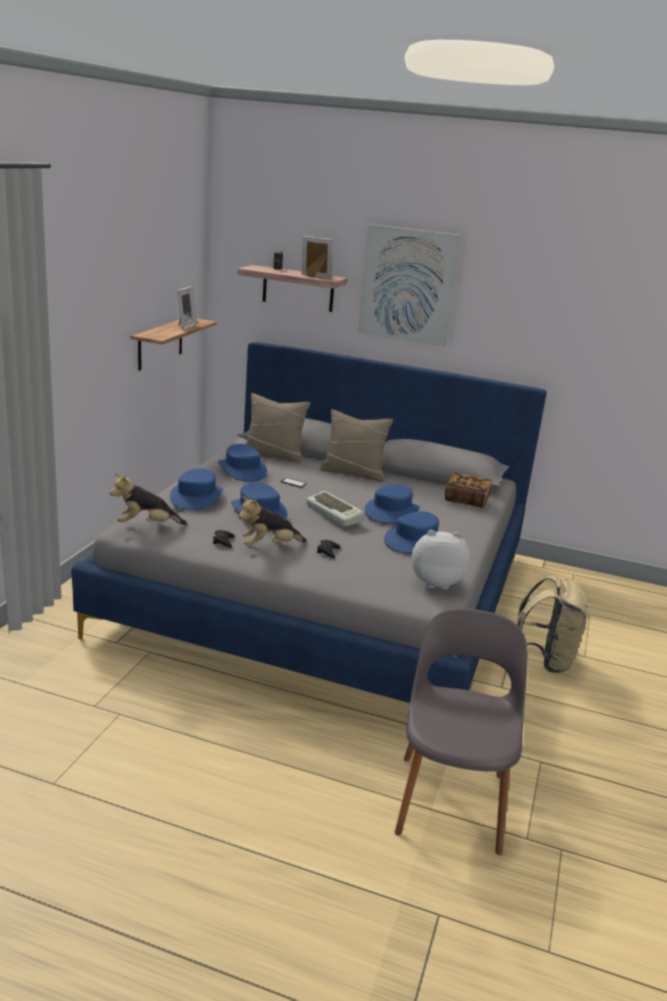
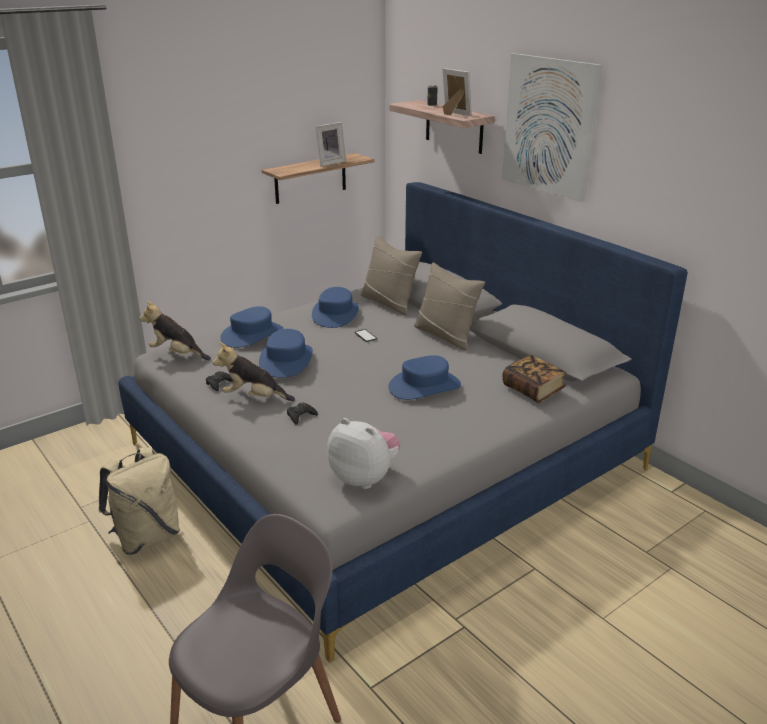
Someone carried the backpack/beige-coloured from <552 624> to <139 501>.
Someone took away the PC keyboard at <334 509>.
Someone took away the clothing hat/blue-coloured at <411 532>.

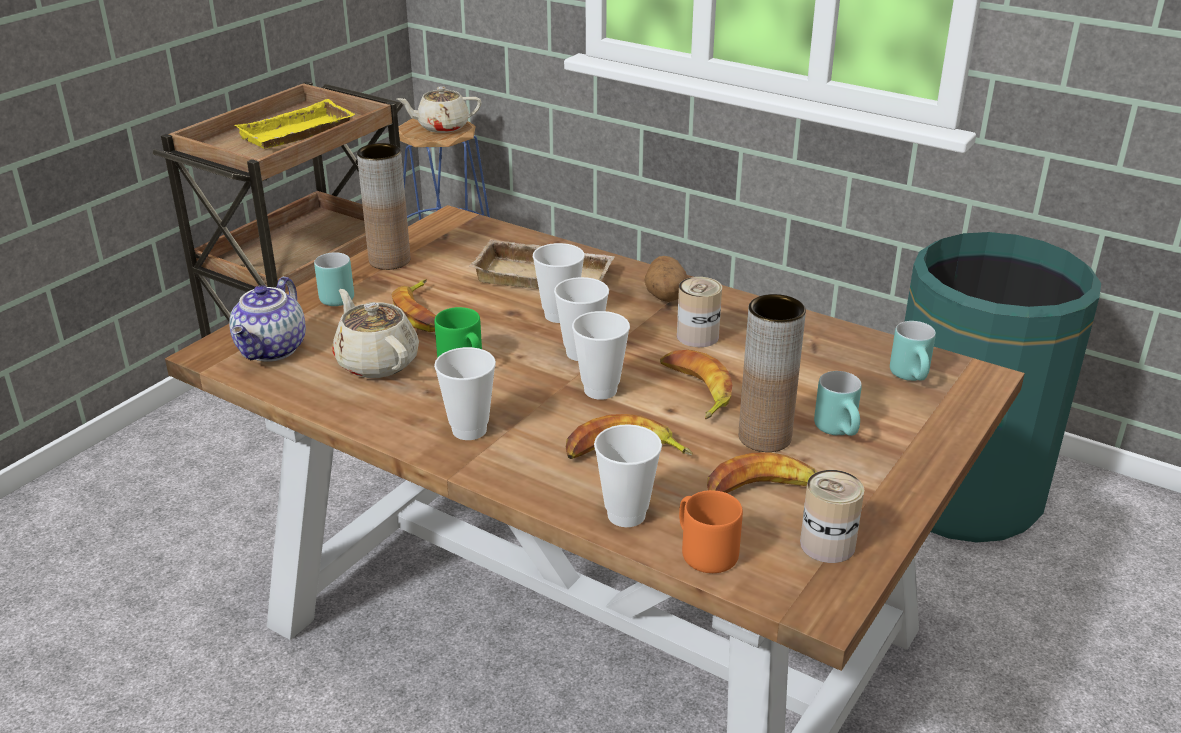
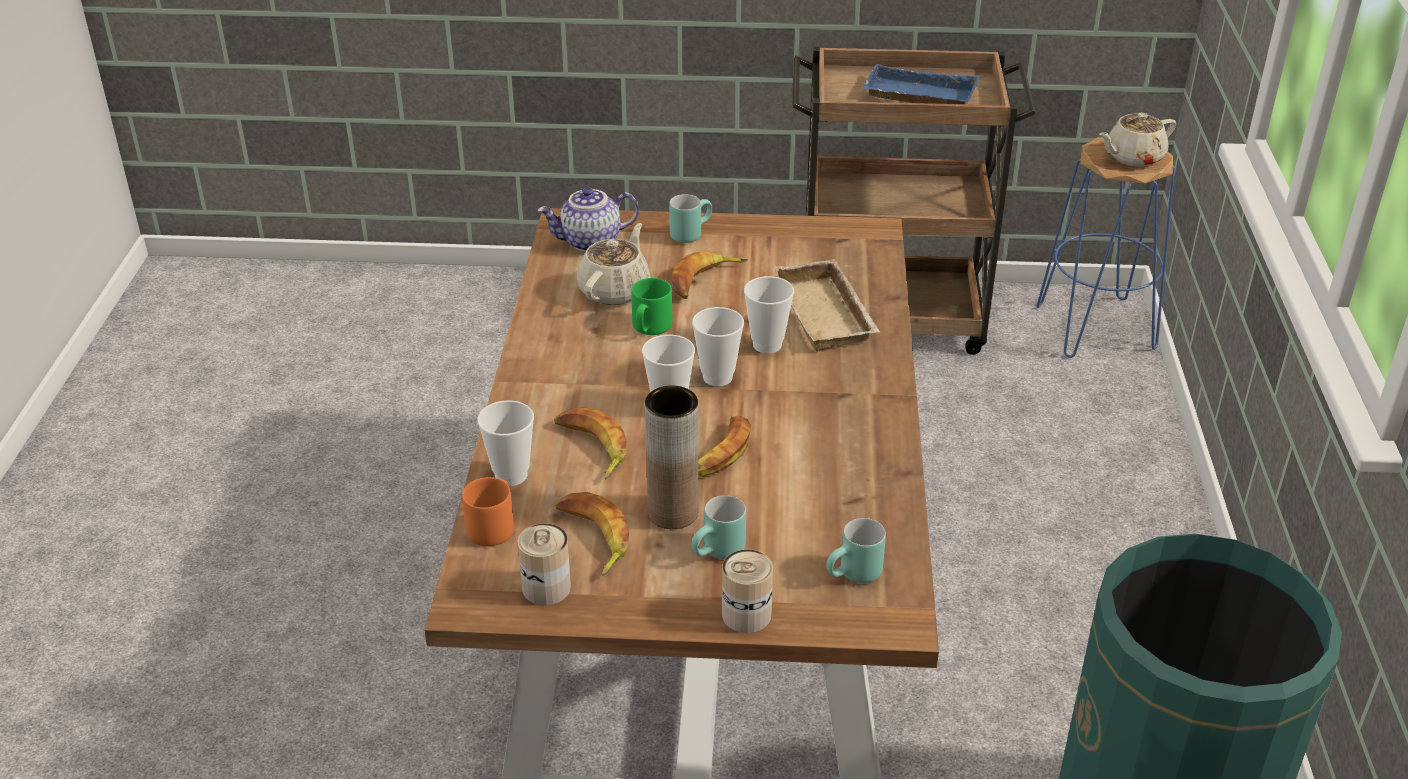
Someone carried the metal can from <699 312> to <747 591>.
Someone repainted the tray/yellow at <295 124>, which became the tray/blue-coloured at <921 84>.
Someone rotated the teapot/beige-coloured at <439 109> by 75 degrees counterclockwise.
Someone took away the decorative vase/brown-coloured at <383 206>.
Someone took away the drinking cup at <465 393>.
Someone took away the potato at <666 279>.

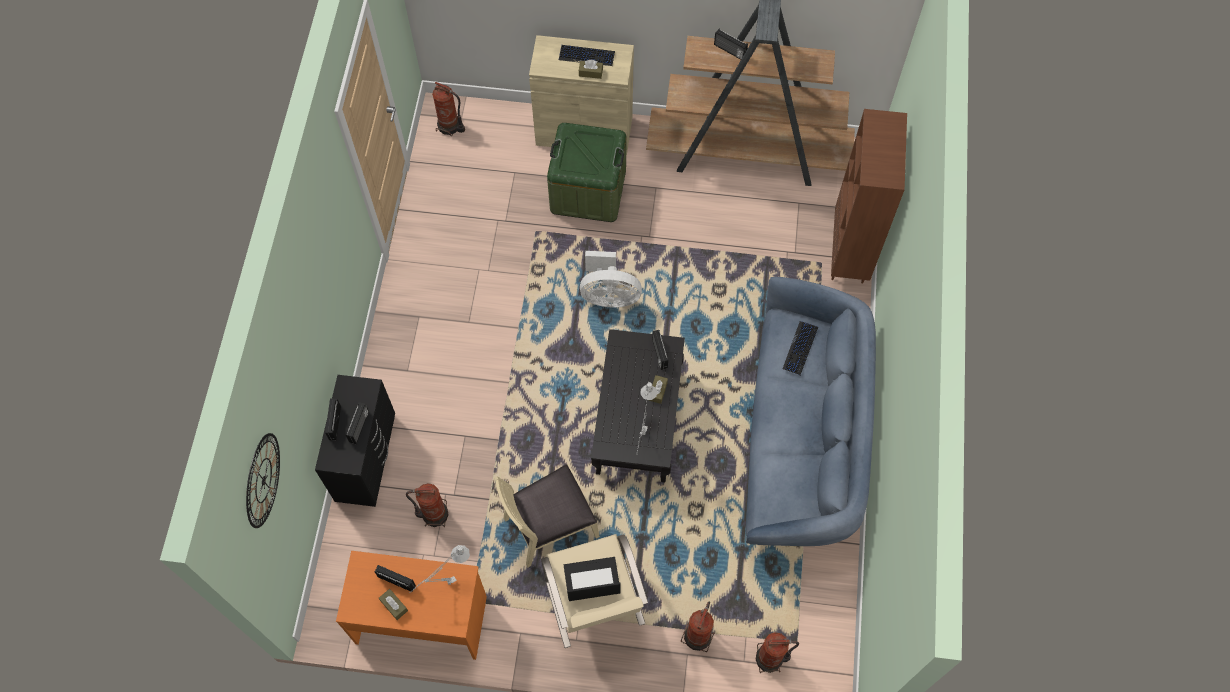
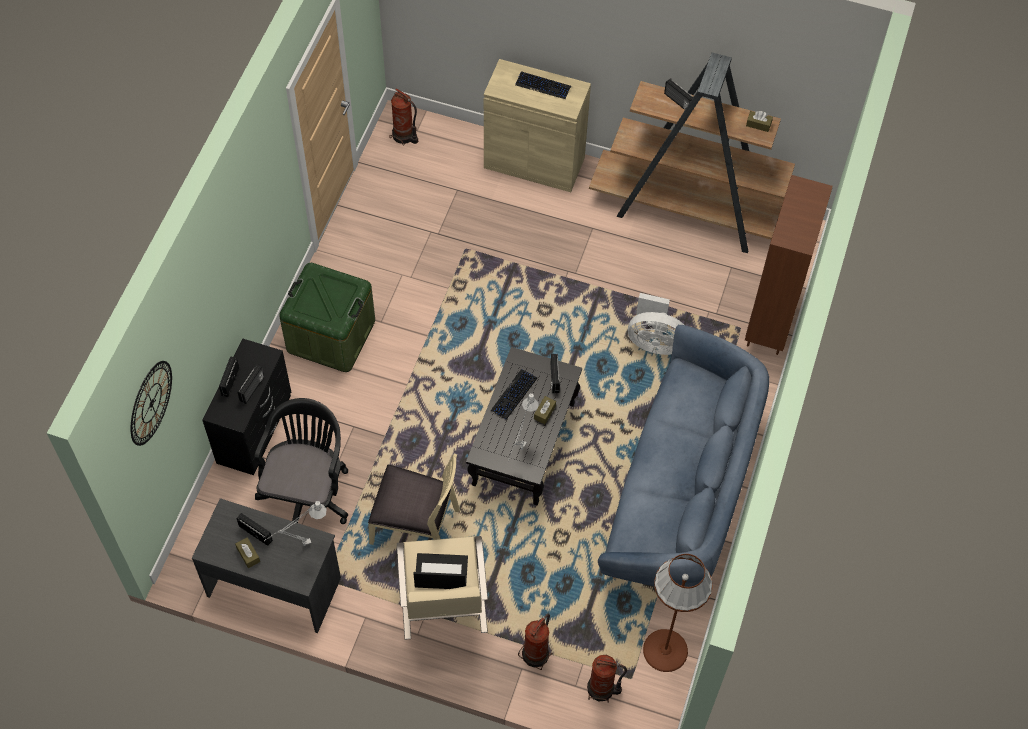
Someone repainted the desk/orange-coloured at <411 605>, which became the desk/greyish at <266 565>.
Someone swapped the fire extinguisher at <427 505> for the computer chair/black-coloured at <301 461>.
Someone carried the storage bin/green from <587 172> to <327 317>.
Someone rotated the chair/beige-coloured at <547 516> by 150 degrees counterclockwise.
Someone carried the PC keyboard from <800 348> to <514 394>.
Someone carried the fan/whitish from <611 279> to <656 324>.
Someone put down the standard lamp/brown-coloured at <678 613>.
Someone carried the tissue box/brown-coloured from <591 69> to <759 121>.

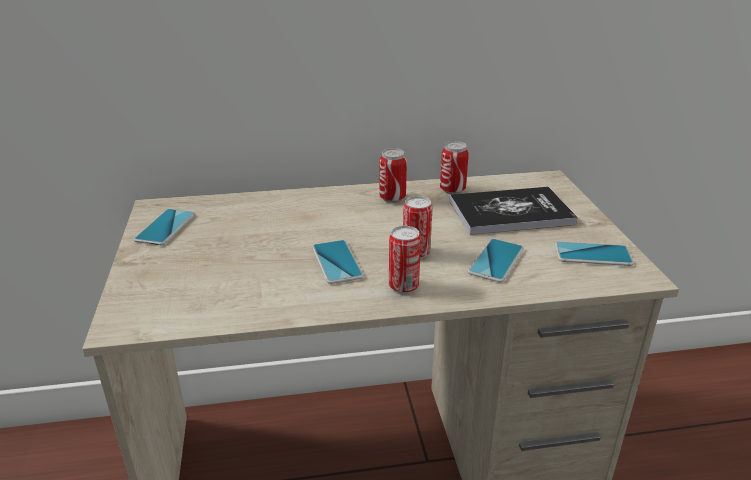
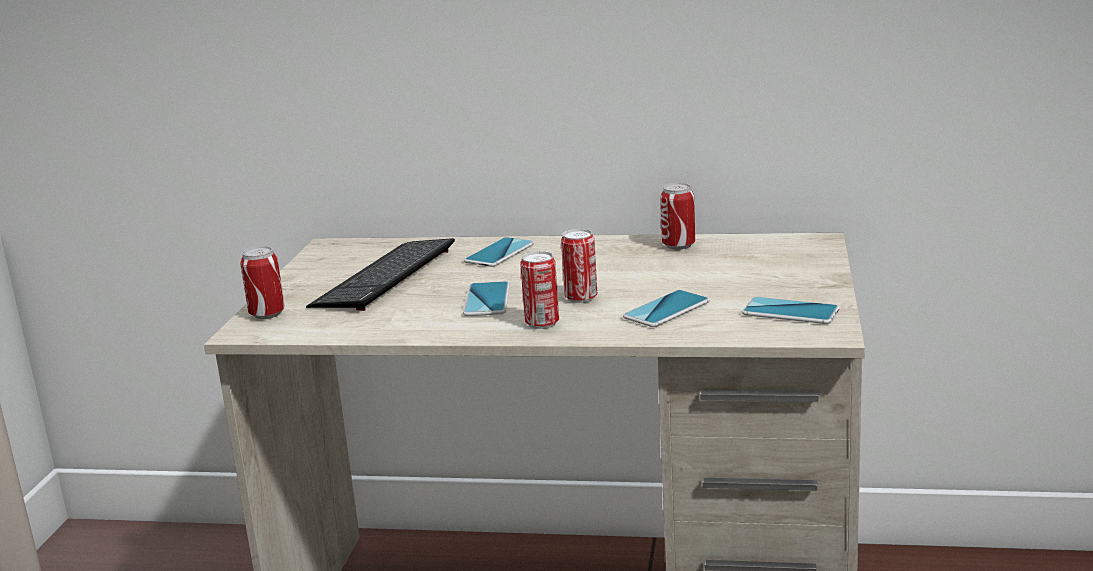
Someone carried the metal can from <393 175> to <262 282>.
Someone put down the PC keyboard at <380 274>.
Someone carried the handset from <164 227> to <499 252>.
Someone took away the volume at <514 211>.

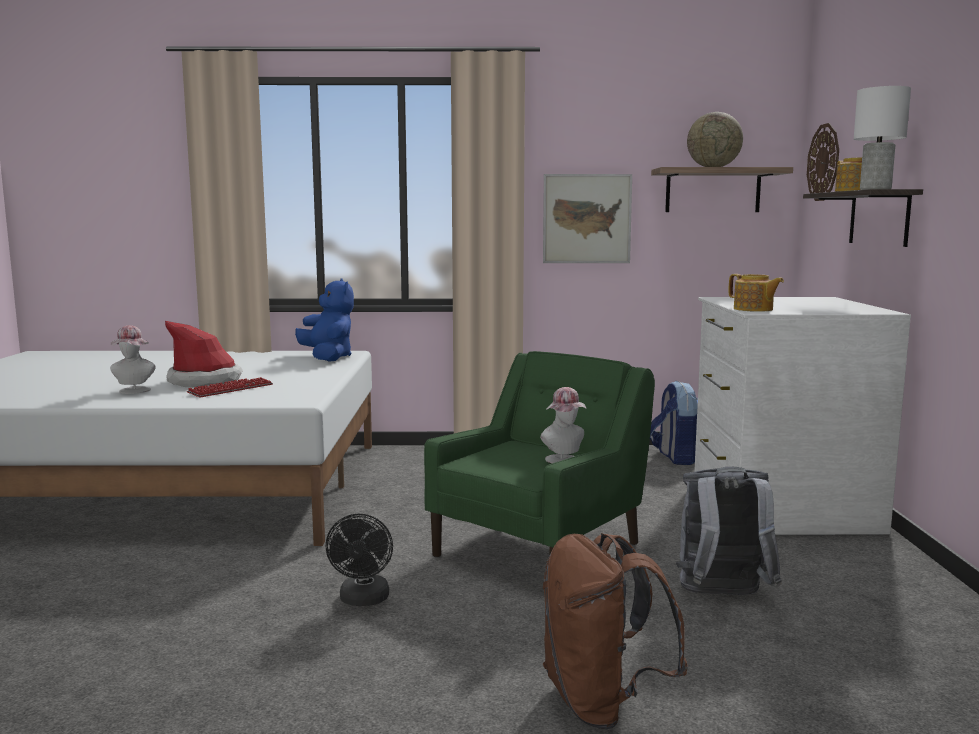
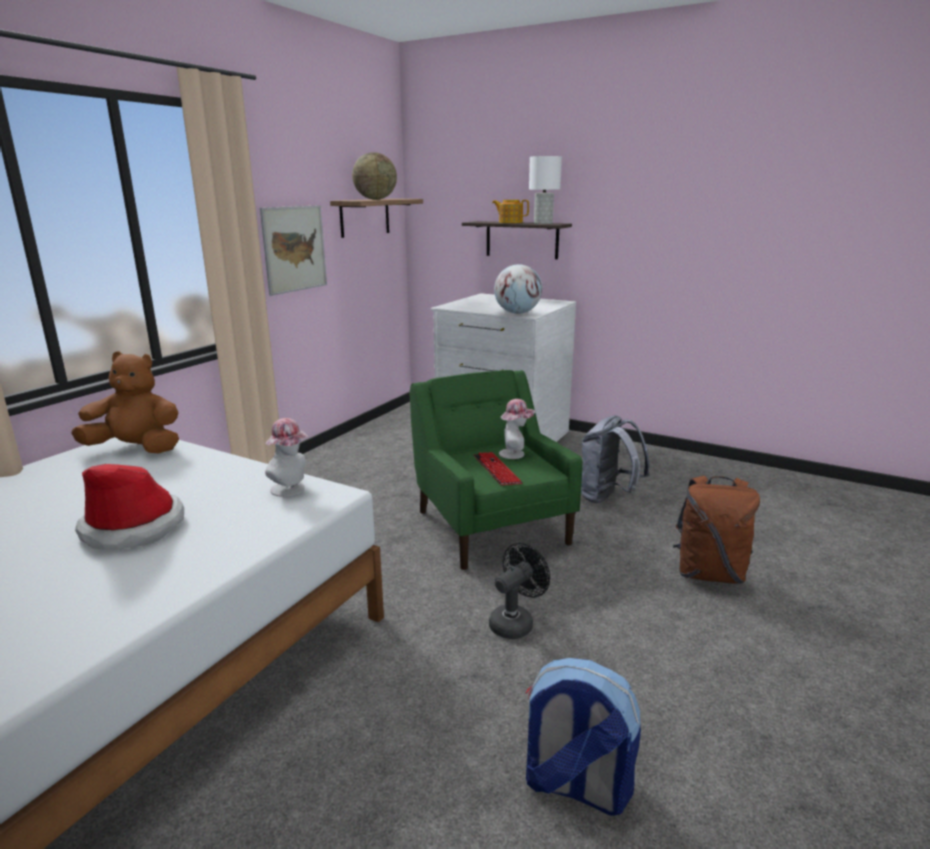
Someone repainted the plush toy/blue-coloured at <324 320>, which became the plush toy/brown-coloured at <125 402>.
Someone carried the clothing hat from <133 359> to <287 457>.
Someone carried the PC keyboard from <230 387> to <497 468>.
Someone rotated the fan/black-coloured at <359 560> by 75 degrees counterclockwise.
Someone swapped the teapot at <756 293> for the globe at <518 289>.
Someone carried the backpack from <674 423> to <583 737>.
Someone took away the clock on the wall at <823 162>.

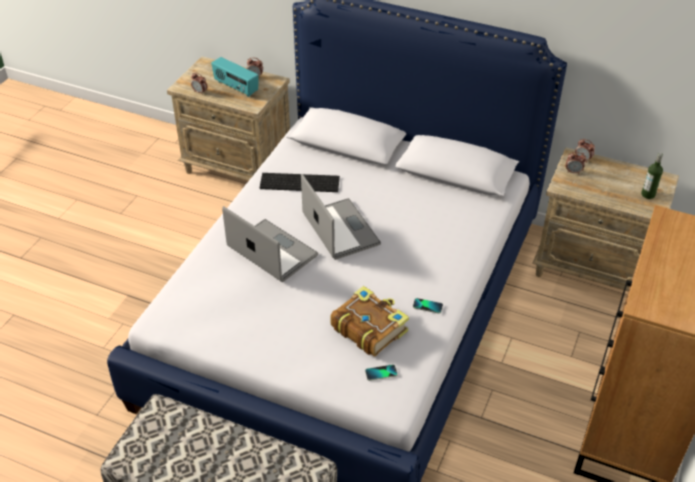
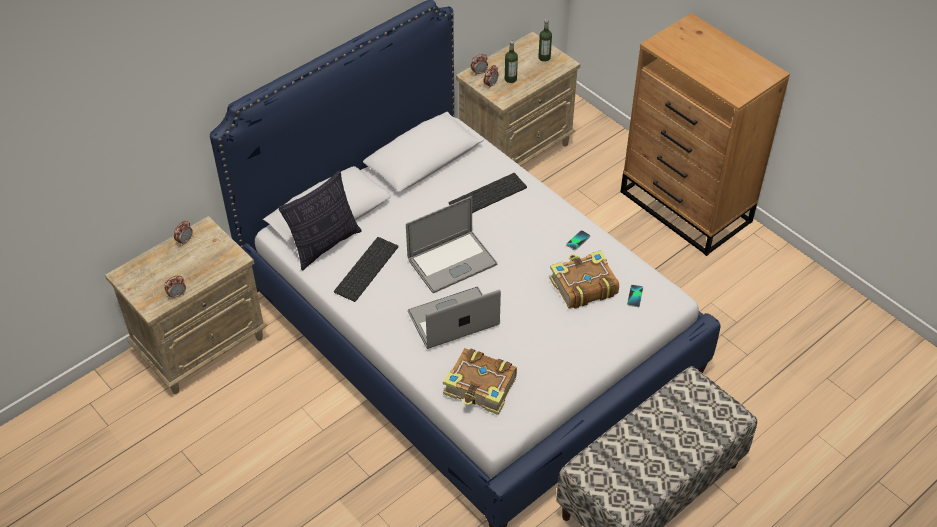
Someone put down the throw pillow at <320 221>.
Someone rotated the portable computer at <341 217> by 150 degrees clockwise.
Someone put down the volume at <480 381>.
Someone put down the PC keyboard at <488 193>.
Someone put down the bottle at <511 62>.
Someone took away the radio at <235 77>.

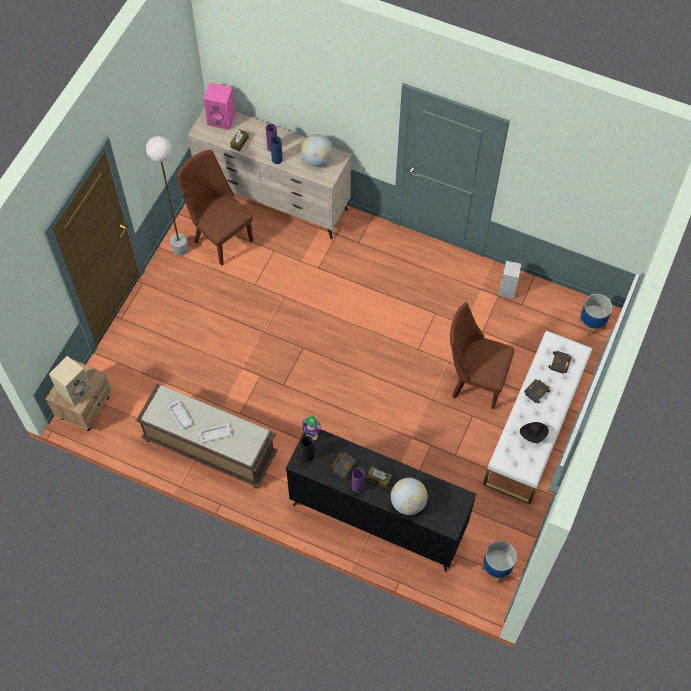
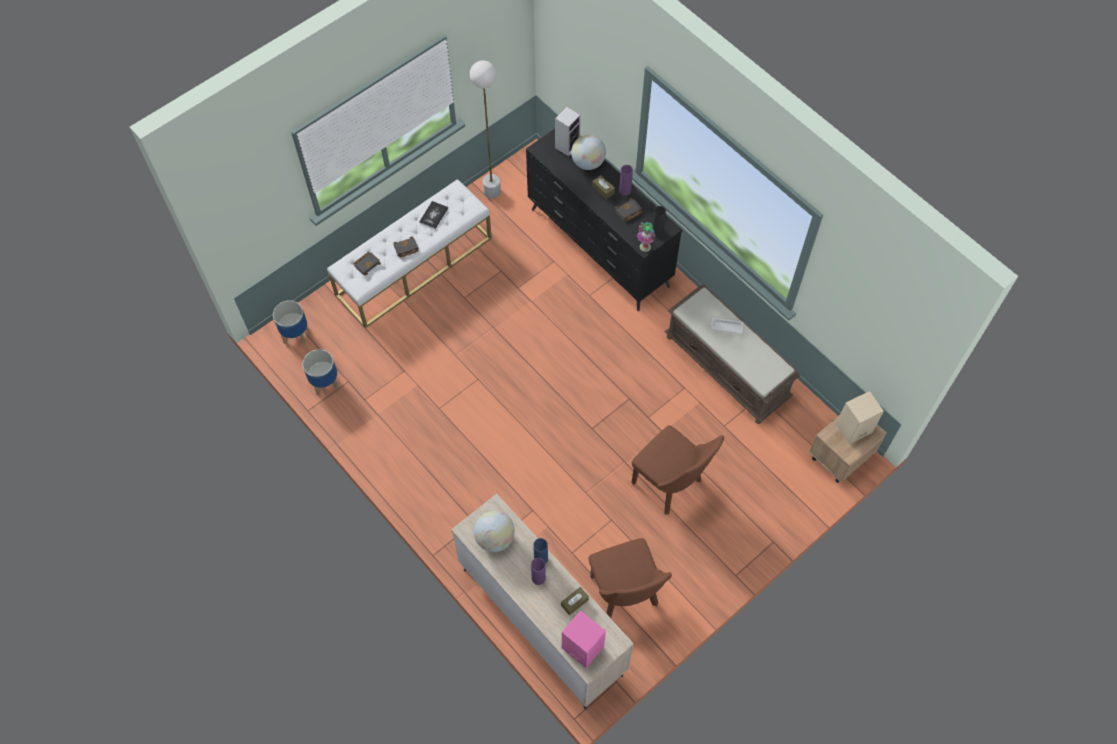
Someone carried the planter from <499 562> to <320 372>.
Someone swapped the clothing hat/black-coloured at <534 432> for the volume at <433 215>.
Someone carried the standard lamp/whitish from <167 196> to <485 129>.
Someone carried the speaker from <510 280> to <568 131>.
Someone carried the chair/brown-coloured from <482 355> to <678 470>.
Someone took away the tray/whitish at <180 415>.

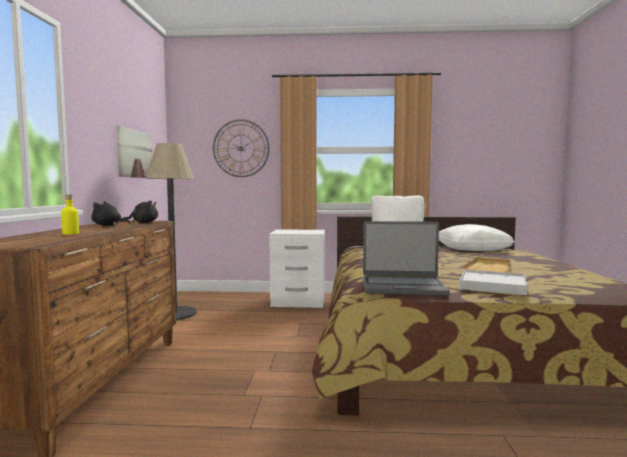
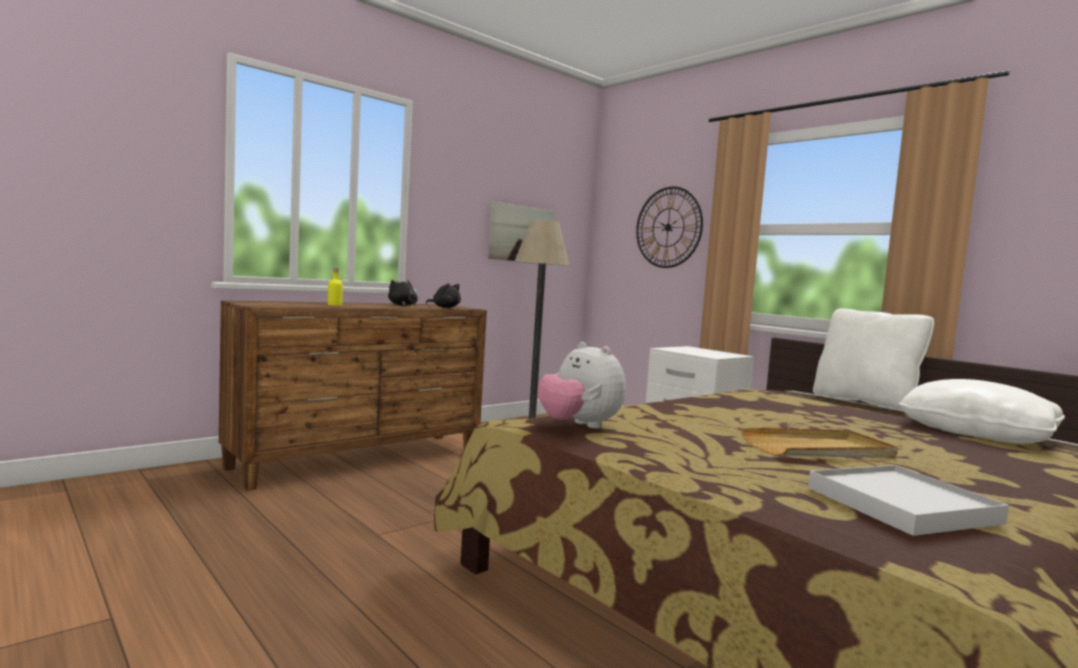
Someone swapped the portable computer at <406 258> for the plush toy at <582 385>.
Someone carried the tray/whitish from <494 282> to <908 500>.

